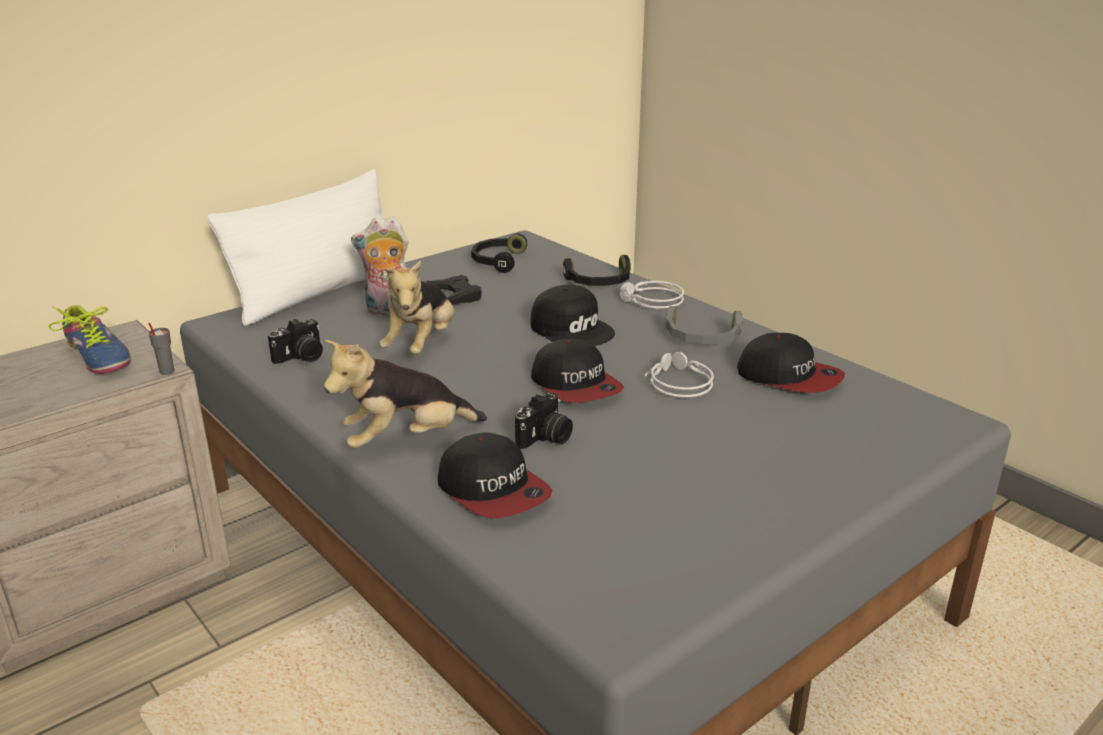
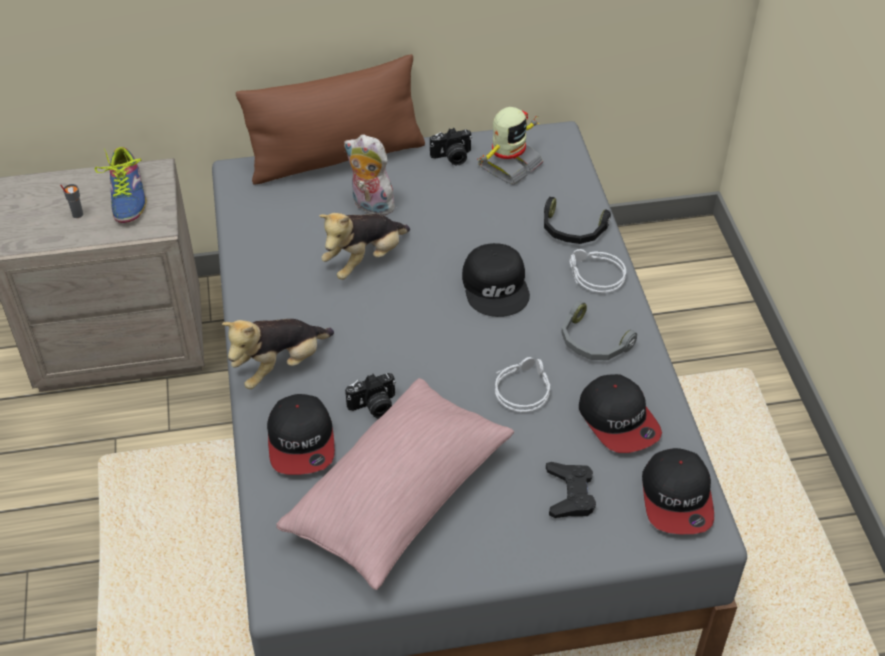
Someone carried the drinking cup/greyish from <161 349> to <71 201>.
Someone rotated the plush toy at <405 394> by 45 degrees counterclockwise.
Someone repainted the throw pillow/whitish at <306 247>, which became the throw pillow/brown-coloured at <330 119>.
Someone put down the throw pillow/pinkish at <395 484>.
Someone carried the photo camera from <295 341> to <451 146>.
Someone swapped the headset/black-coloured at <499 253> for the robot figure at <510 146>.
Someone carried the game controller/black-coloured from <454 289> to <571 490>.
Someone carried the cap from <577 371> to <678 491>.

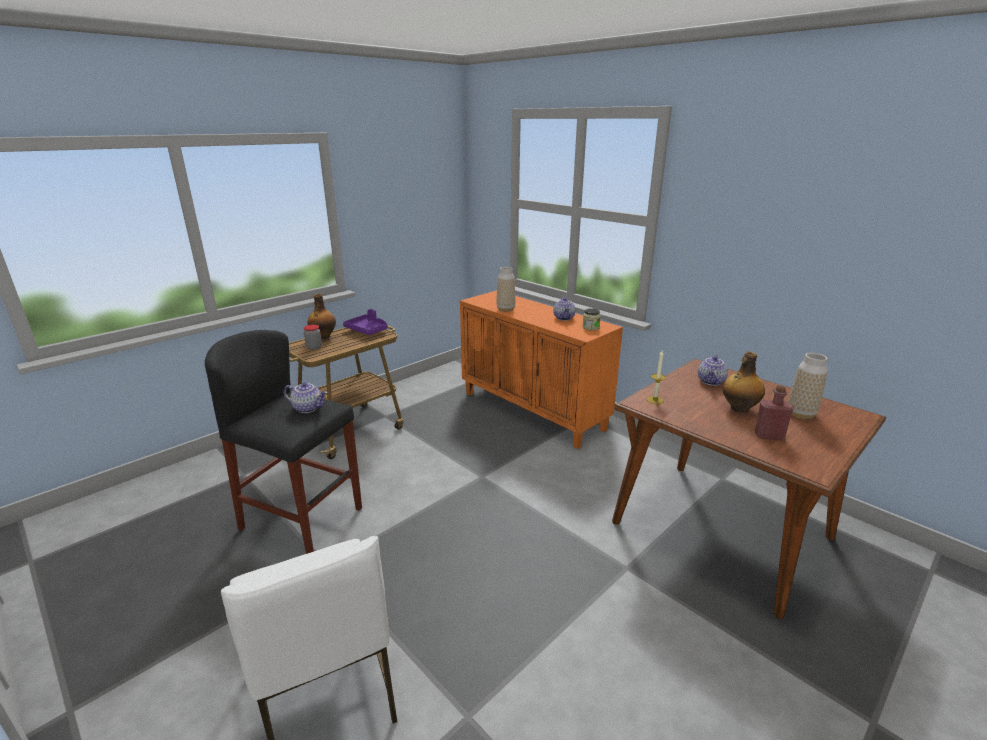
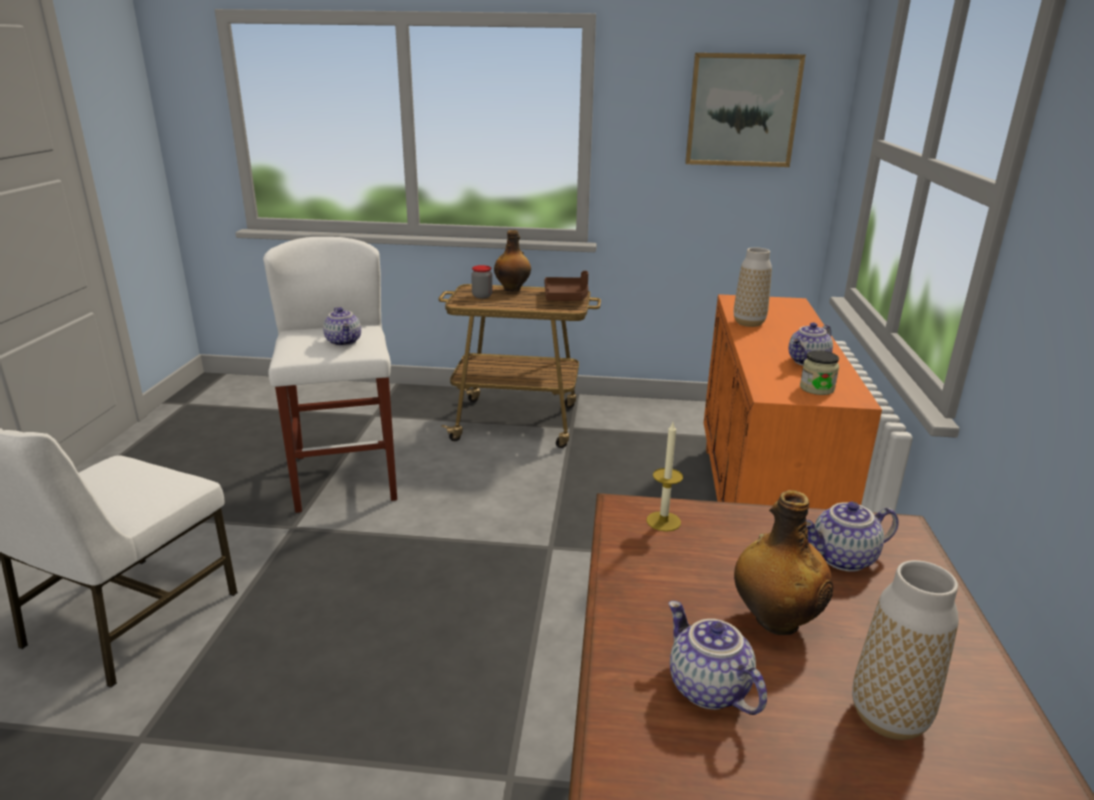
Someone repainted the stool seat/black-coloured at <283 442>, which became the stool seat/whitish at <330 375>.
Someone repainted the tray/purple-coloured at <365 322>, which became the tray/brown-coloured at <566 286>.
Someone swapped the bottle/red-coloured at <774 413> for the teapot at <718 658>.
Someone put up the wall art at <745 110>.

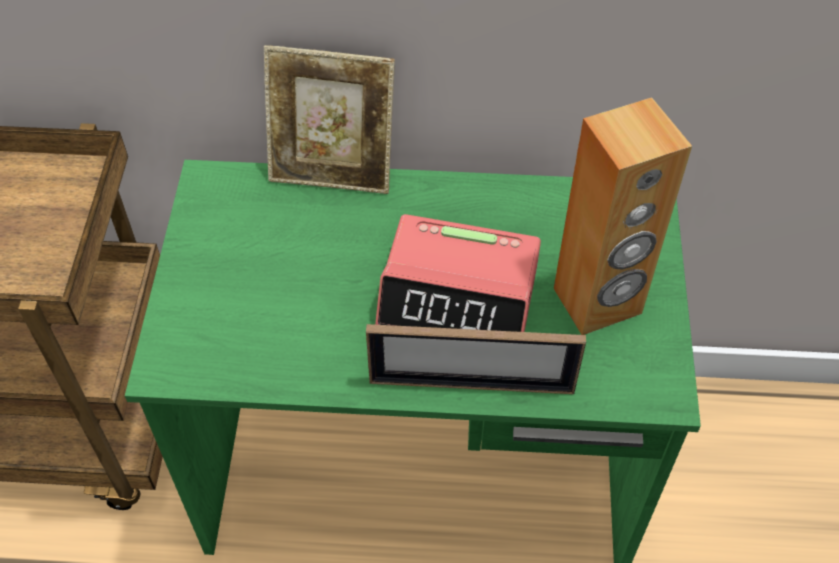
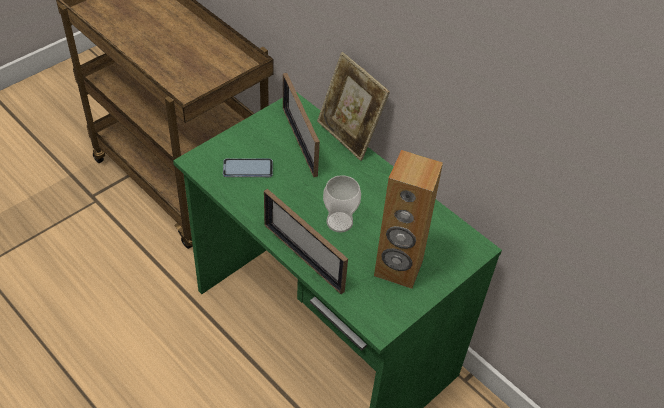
Someone put down the handset at <248 167>.
Someone put down the standing frame at <301 125>.
Someone swapped the alarm clock at <458 273> for the drinking cup at <342 203>.

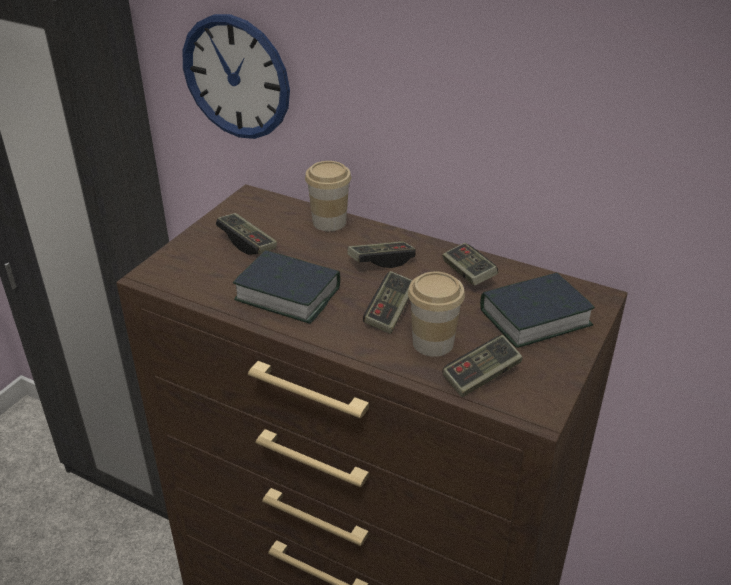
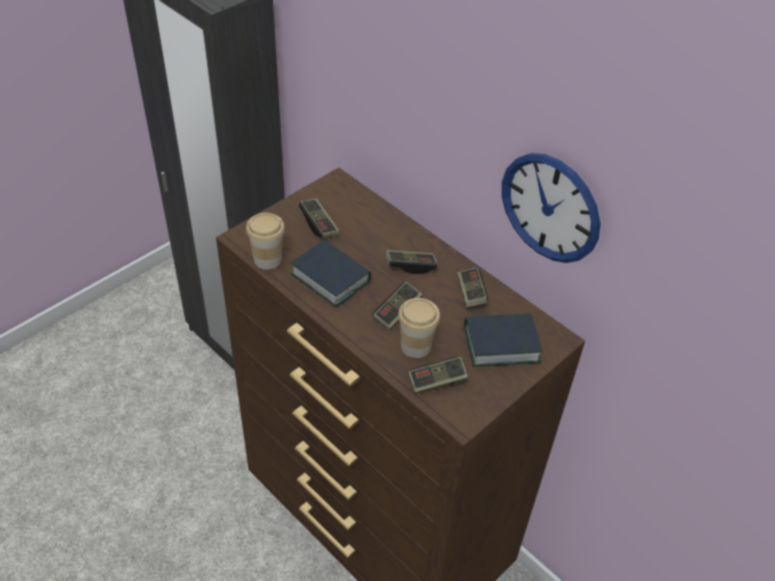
Someone carried the drinking cup from <328 196> to <265 241>.
Someone carried the clock on the wall from <236 76> to <551 208>.

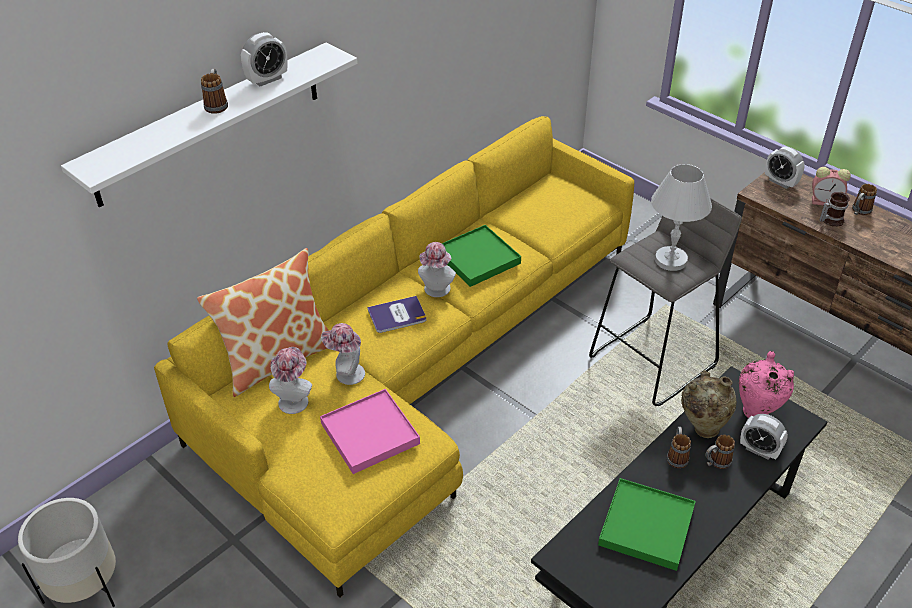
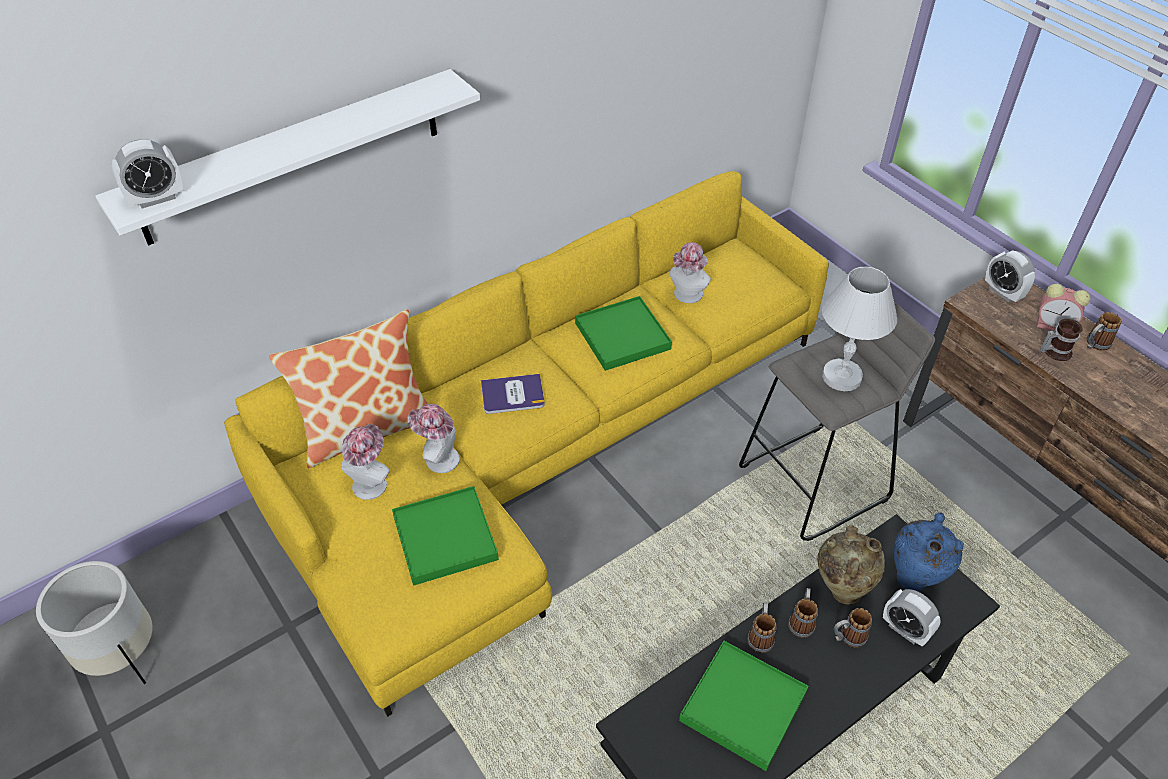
Someone carried the alarm clock from <264 59> to <147 173>.
Someone repainted the tray/pinkish at <370 431>, which became the tray/green at <445 536>.
Someone carried the clothing hat from <437 269> to <690 272>.
Someone carried the coffee mug from <214 91> to <762 627>.
Someone repainted the decorative vase/pinkish at <766 384>, which became the decorative vase/blue-coloured at <929 551>.

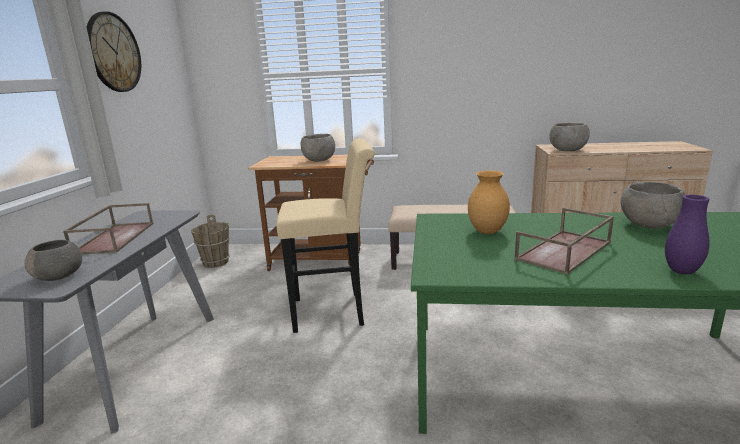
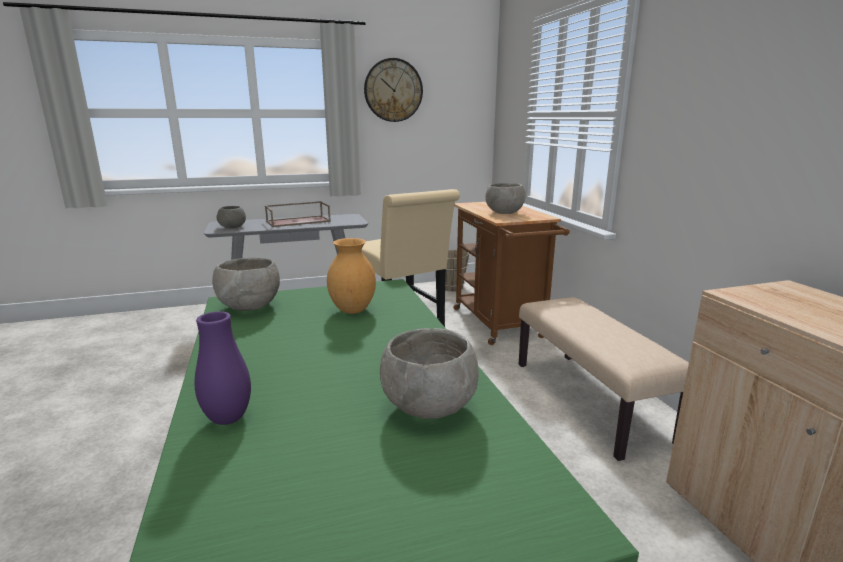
Someone carried the bowl/greyish from <569 137> to <246 284>.
Someone took away the tray/brown-coloured at <564 241>.

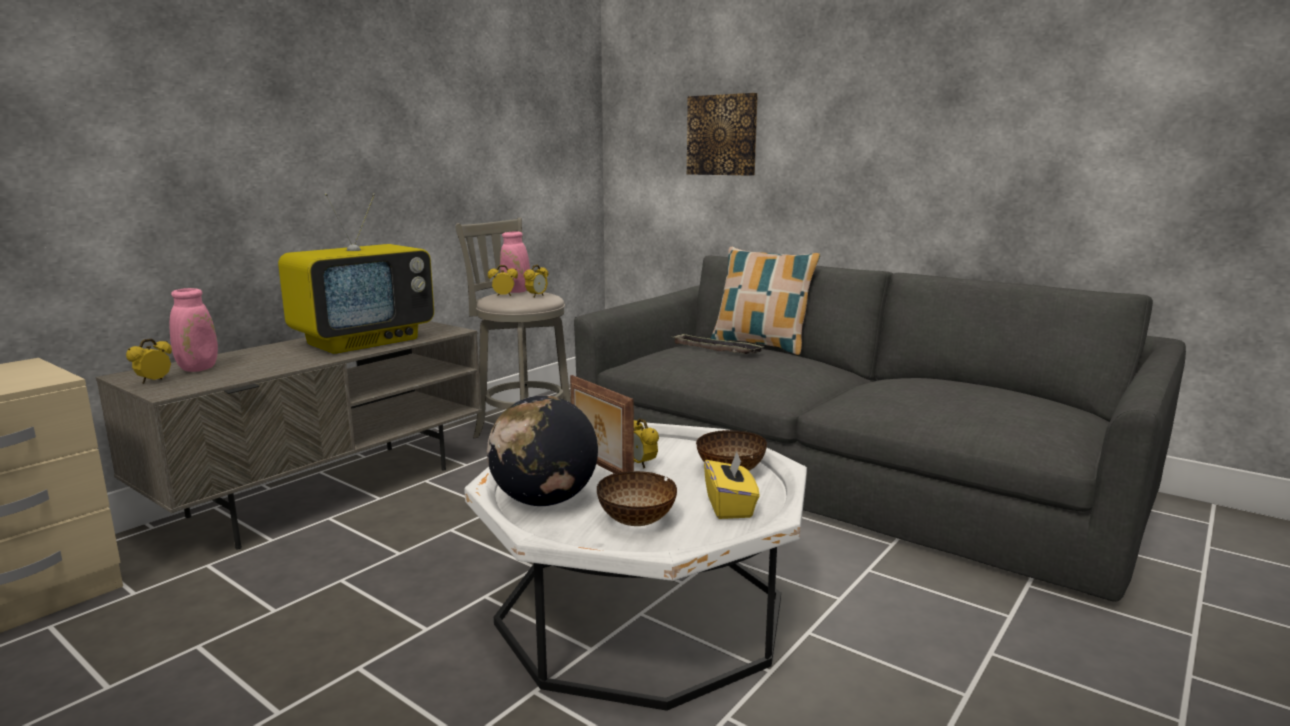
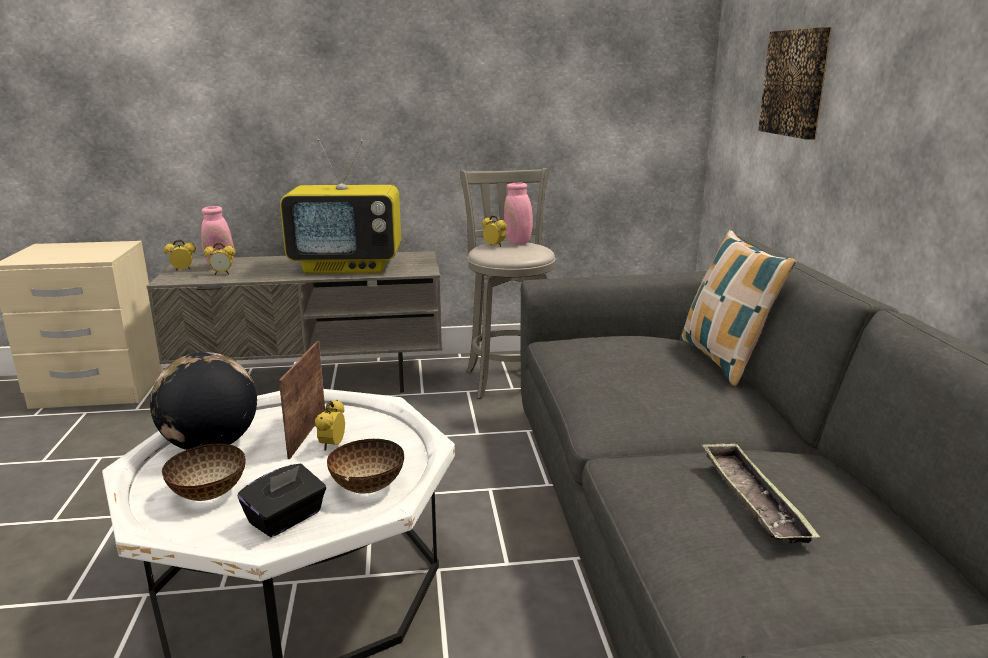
Someone carried the alarm clock from <536 280> to <220 259>.
Someone repainted the tissue box/yellow at <732 485>, which became the tissue box/black-coloured at <282 500>.
Someone carried the tray from <717 344> to <760 493>.

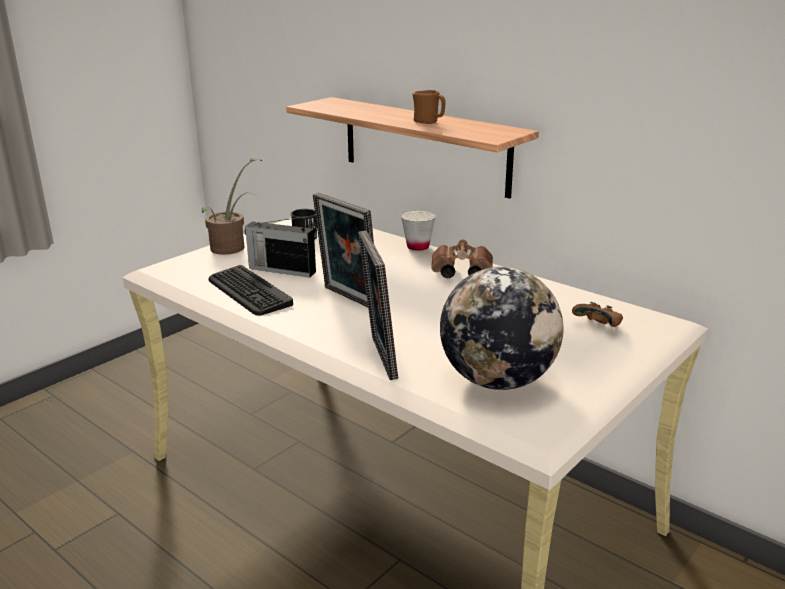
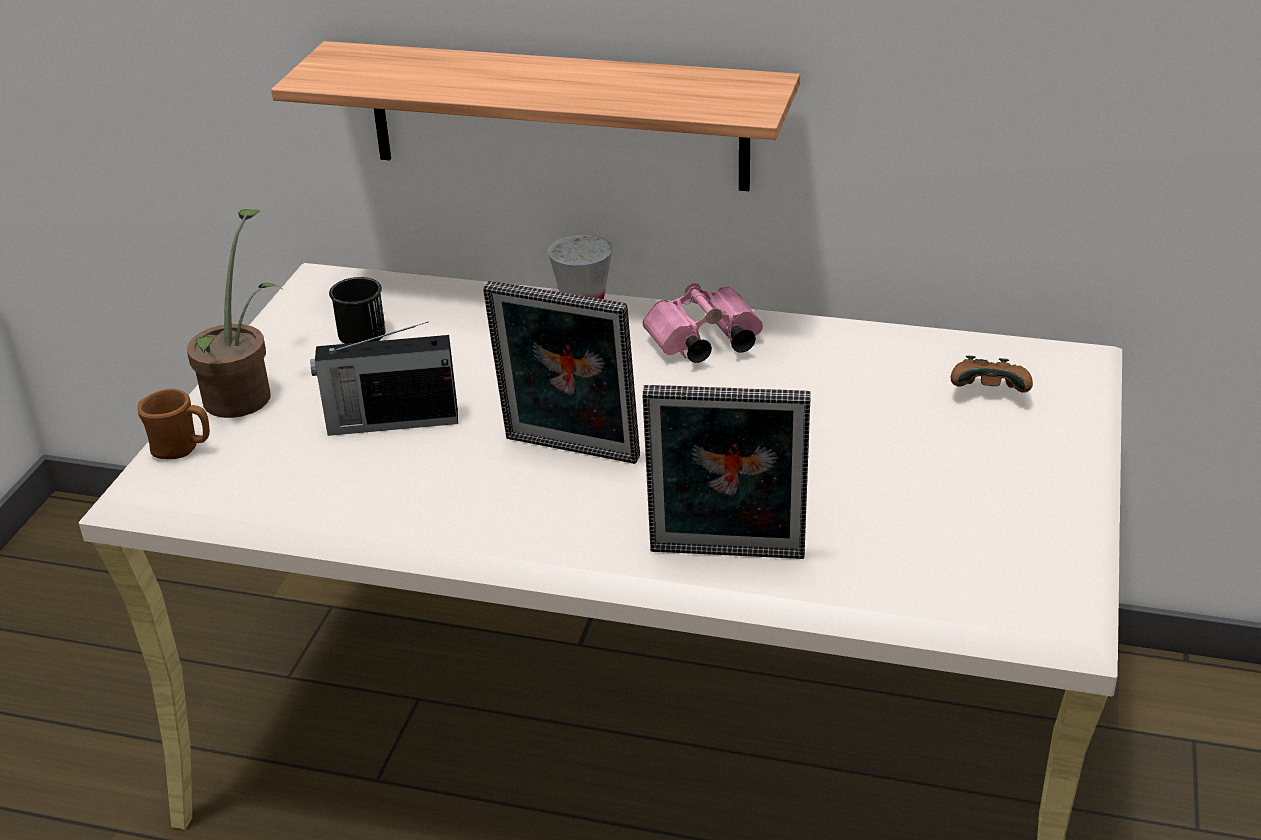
Someone carried the coffee mug/brown-coloured from <429 107> to <173 424>.
Someone repainted the binoculars/brown-coloured at <462 259>, which became the binoculars/pinkish at <703 323>.
Someone rotated the standing frame at <378 305> by 45 degrees counterclockwise.
Someone took away the PC keyboard at <250 290>.
Someone took away the globe at <501 328>.

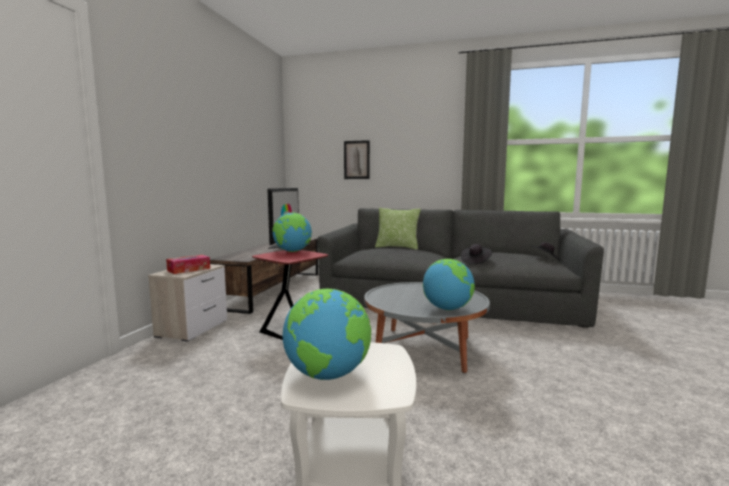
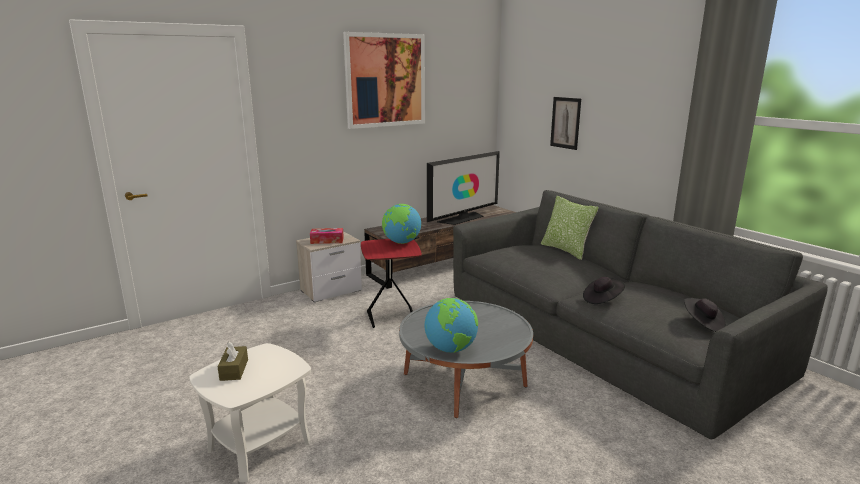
Someone swapped the globe at <327 334> for the tissue box/brown-coloured at <232 361>.
Someone put up the wall art at <384 80>.

